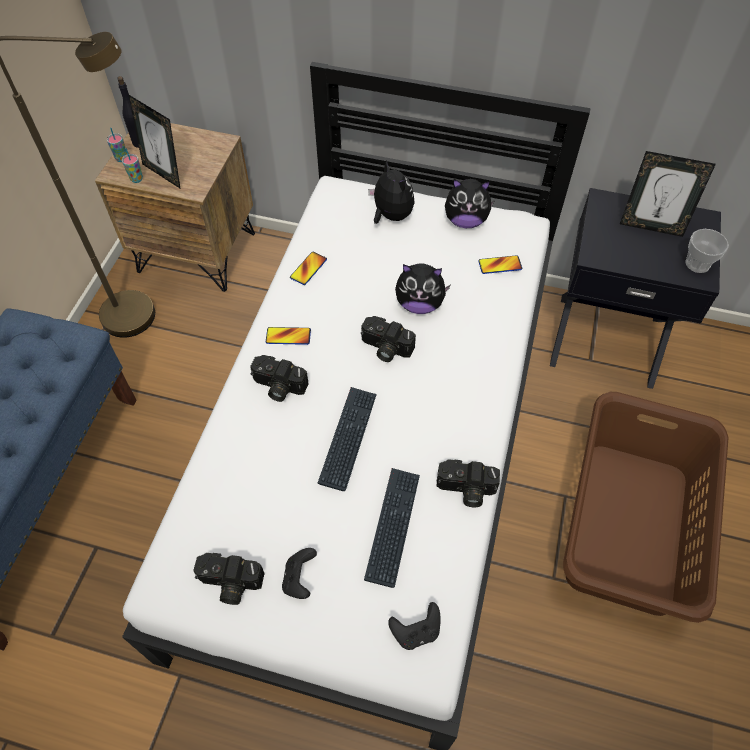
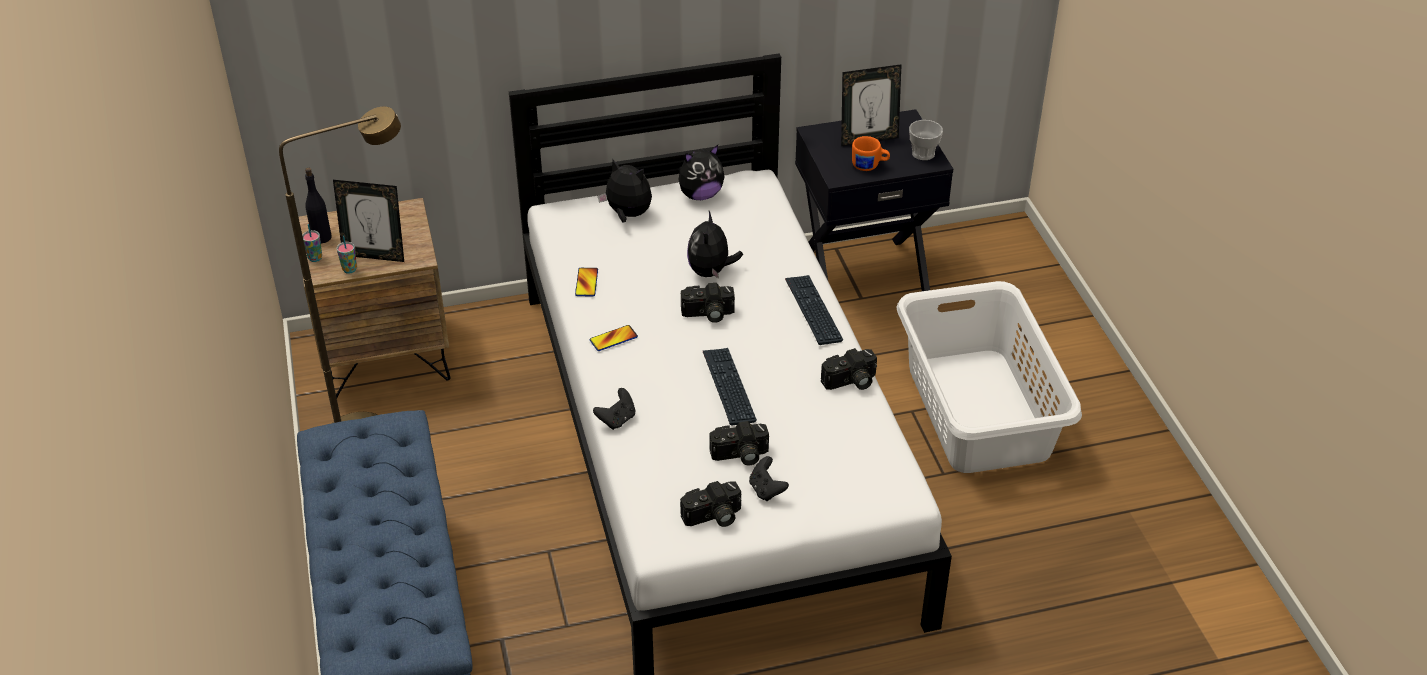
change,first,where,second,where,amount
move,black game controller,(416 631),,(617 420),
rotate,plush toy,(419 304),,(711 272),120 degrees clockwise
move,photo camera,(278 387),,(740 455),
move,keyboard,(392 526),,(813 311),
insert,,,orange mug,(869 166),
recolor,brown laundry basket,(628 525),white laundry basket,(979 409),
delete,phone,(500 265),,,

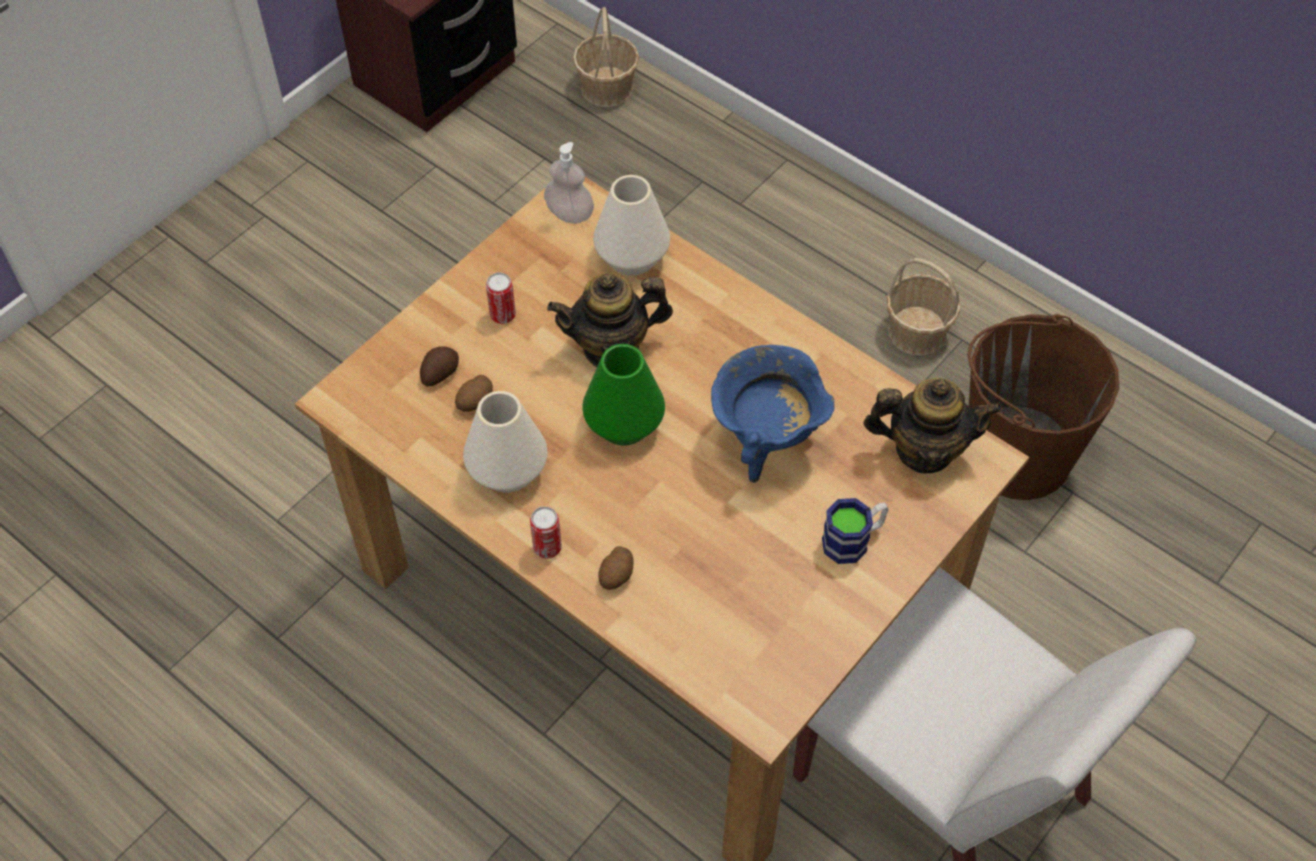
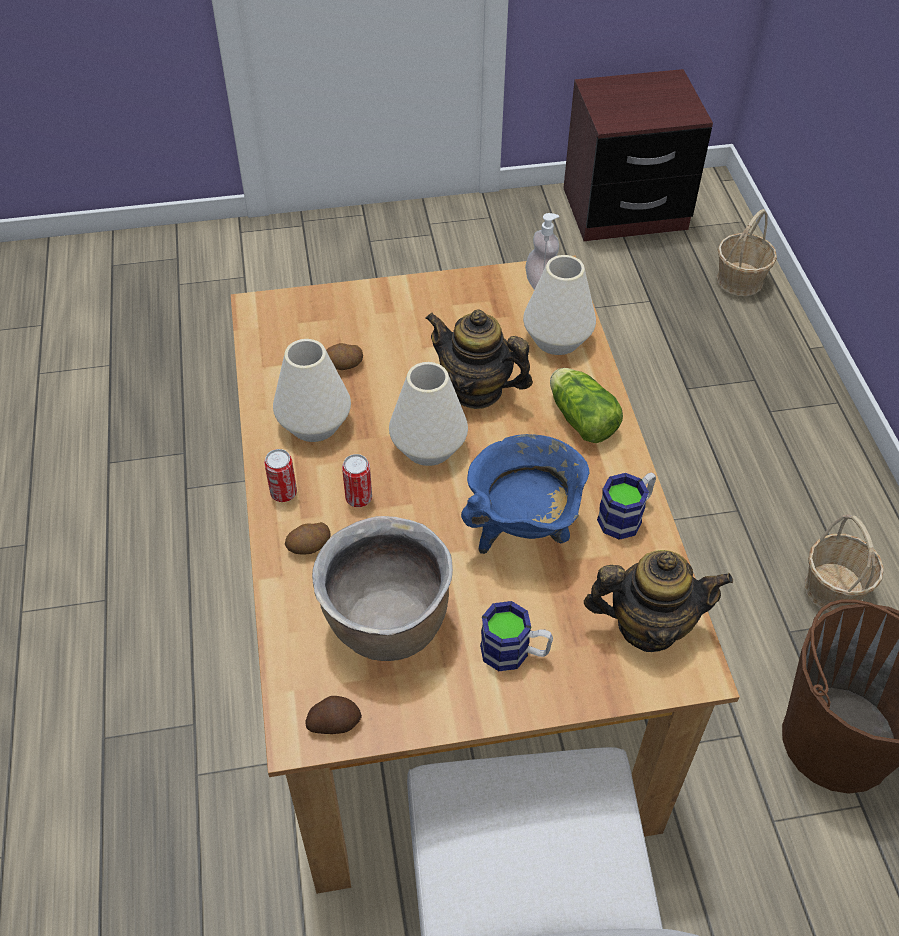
change,first,where,second,where,amount
move,potato,(439 373),,(334 722),
insert,,,brown cooking pot,(386 625),
move,can,(503 315),,(359 498),
recolor,green vase,(624 424),white vase,(428 447),
insert,,,lettuce,(580 417),
rotate,teapot,(924 449),,(648 625),45 degrees counterclockwise
insert,,,mug,(626 516),

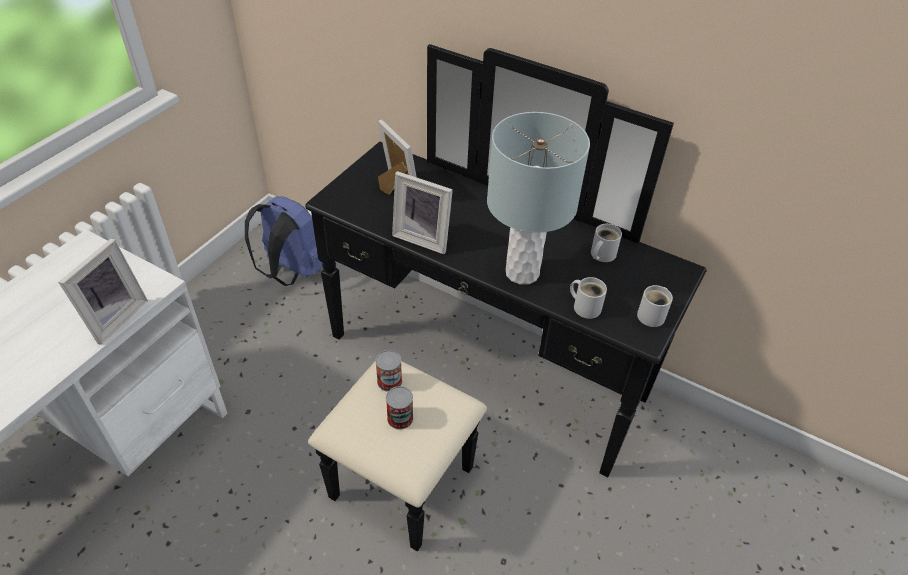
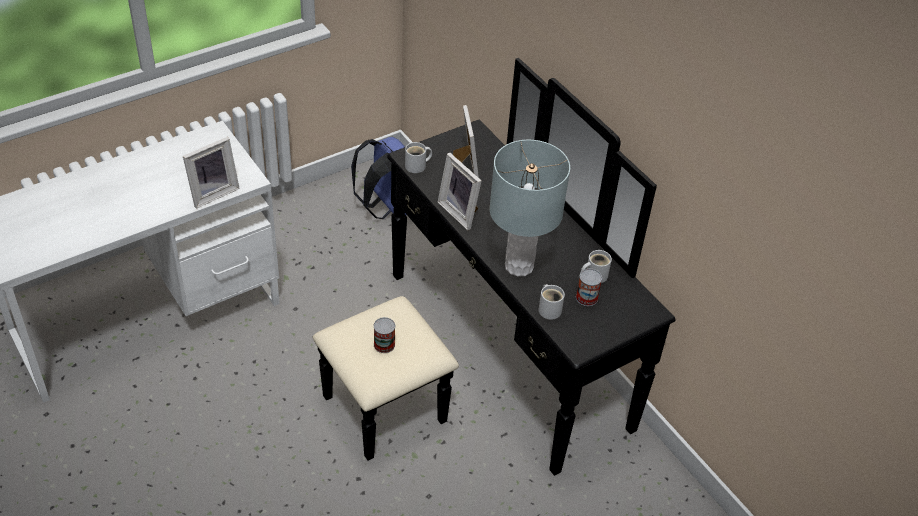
change,first,where,second,where,amount
move,white mug,(653 315),,(417 166),
move,can,(389 381),,(586 298),

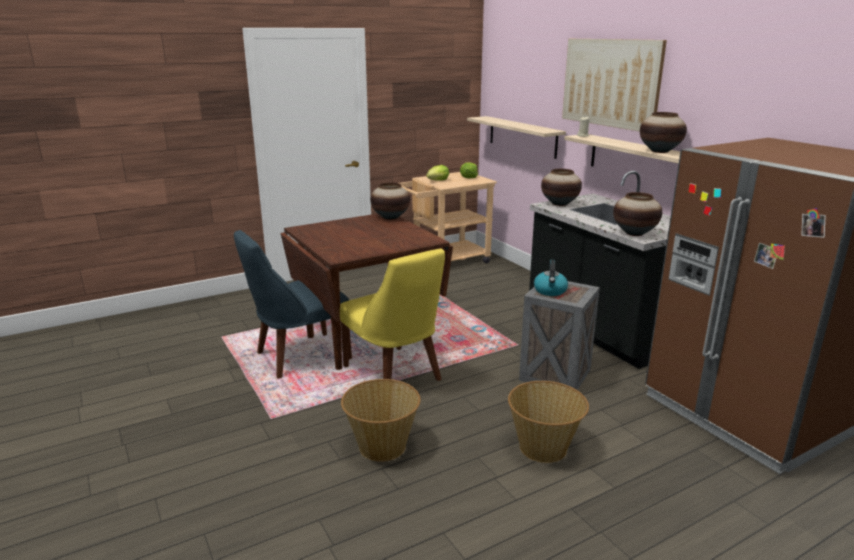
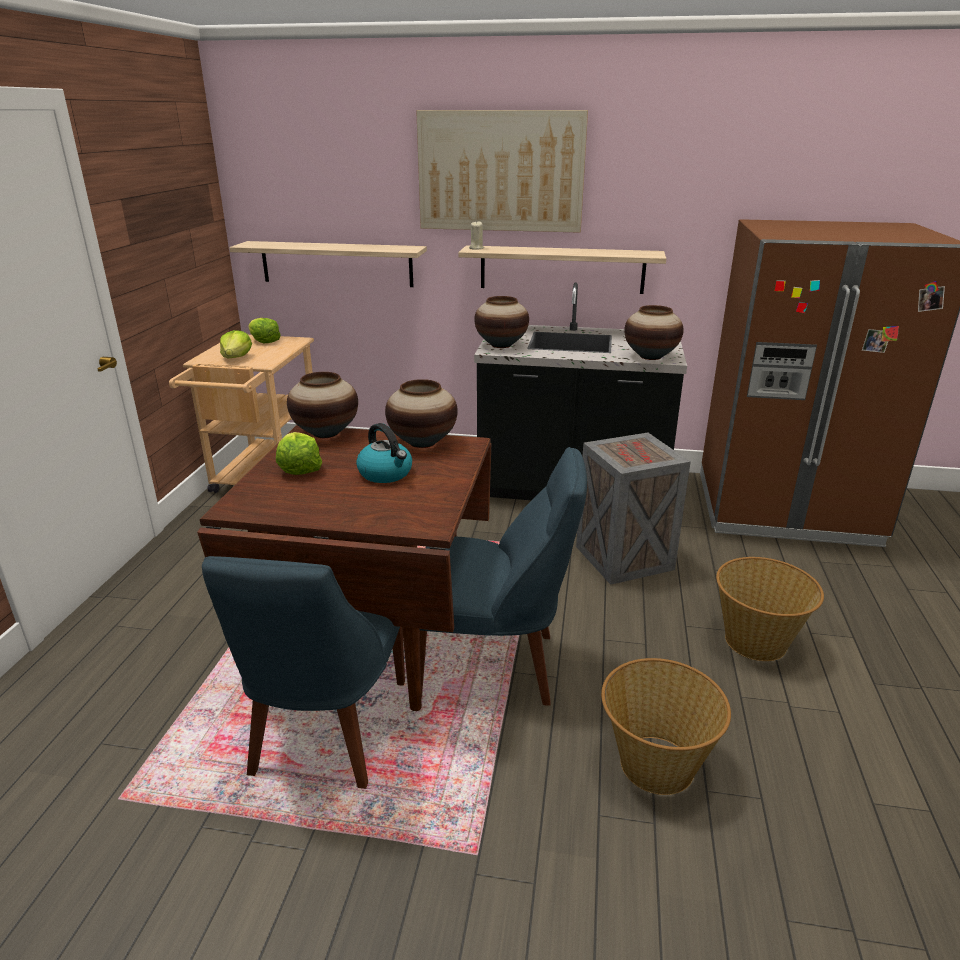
change,first,where,second,where,amount
insert,,,lettuce,(299 468),
move,kettle,(550 291),,(386 473),
move,vase,(659 151),,(422 443),
recolor,yellow chair,(394 375),blue chair,(494 665),

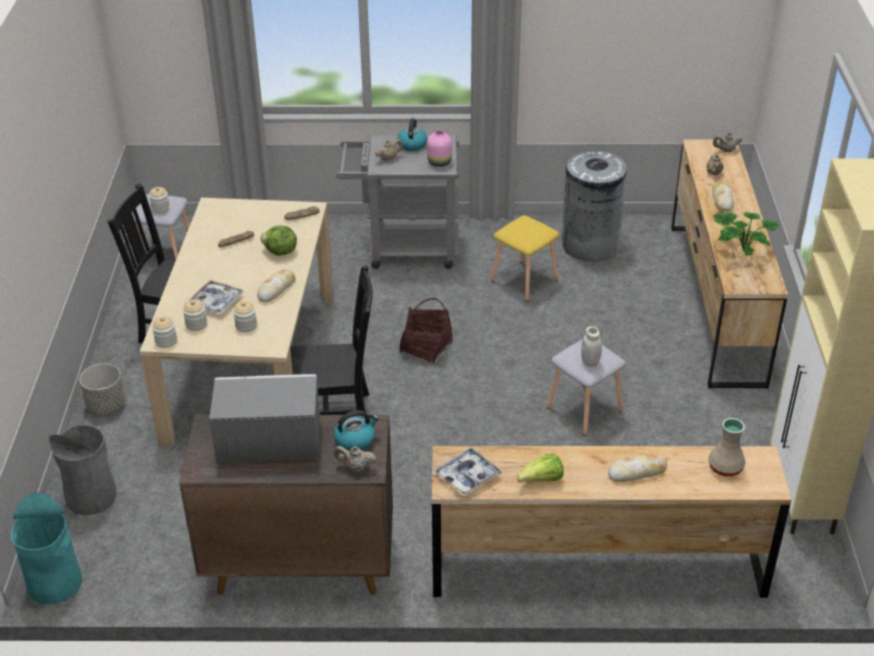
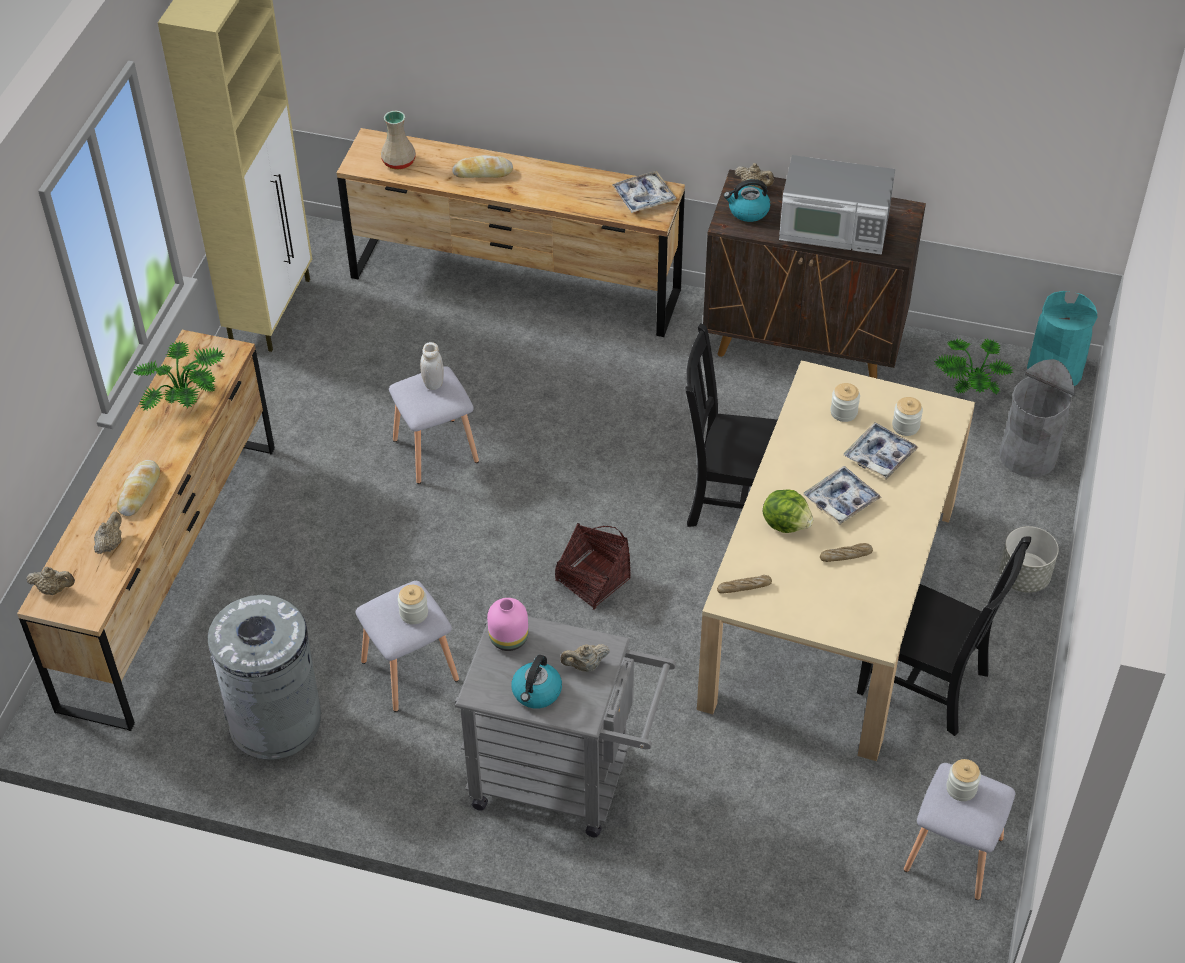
change,first,where,second,where,amount
recolor,yellow stool,(525 280),grey stool,(408 670),
move,jar,(166 341),,(414 613),
insert,,,tray,(841 500),
insert,,,potted plant,(968 388),
delete,bread,(276 289),,,
delete,lettuce,(542 480),,,

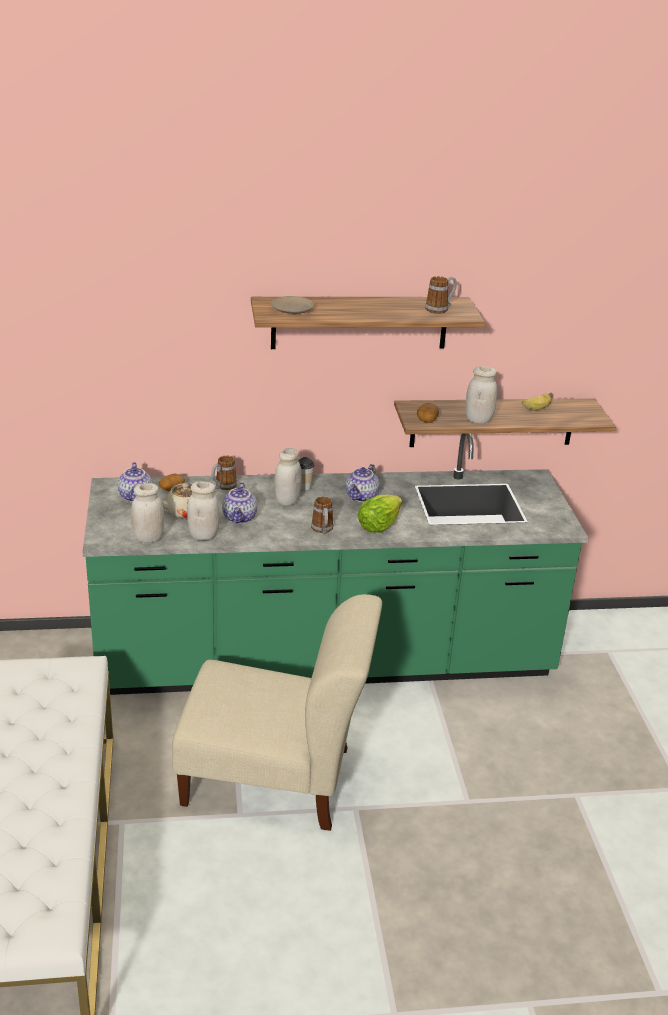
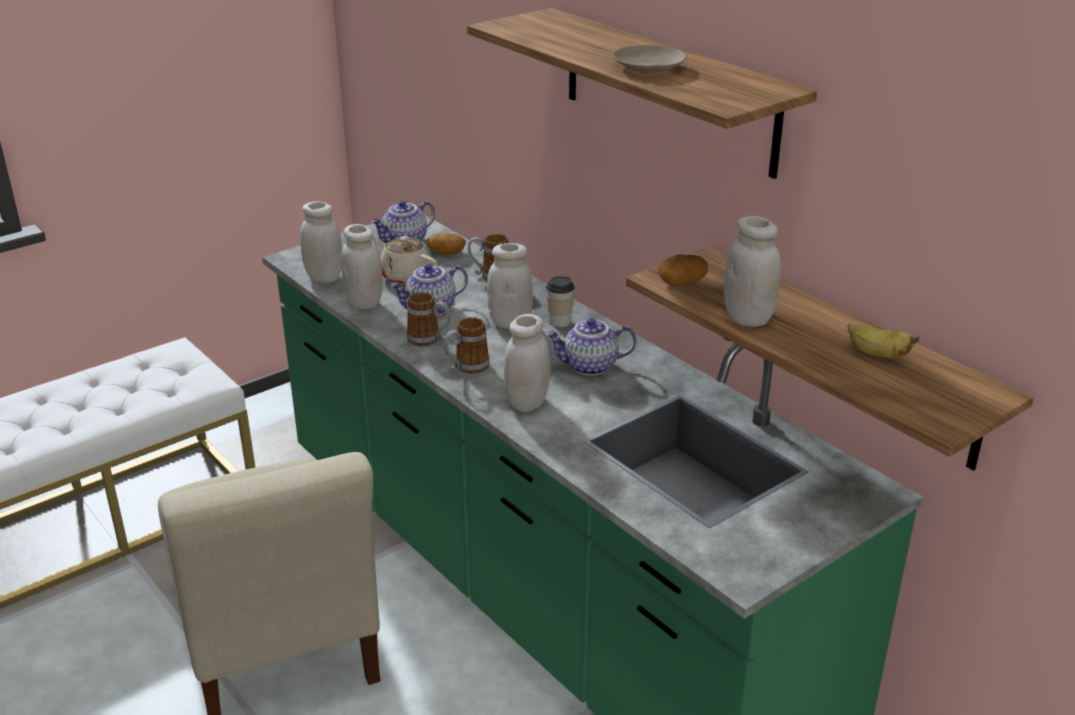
change,first,where,second,where,amount
move,mug,(440 309),,(429 340),
replace,lettuce,(378 526),white jar,(527 403),
move,beige plate,(292 310),,(649 67),

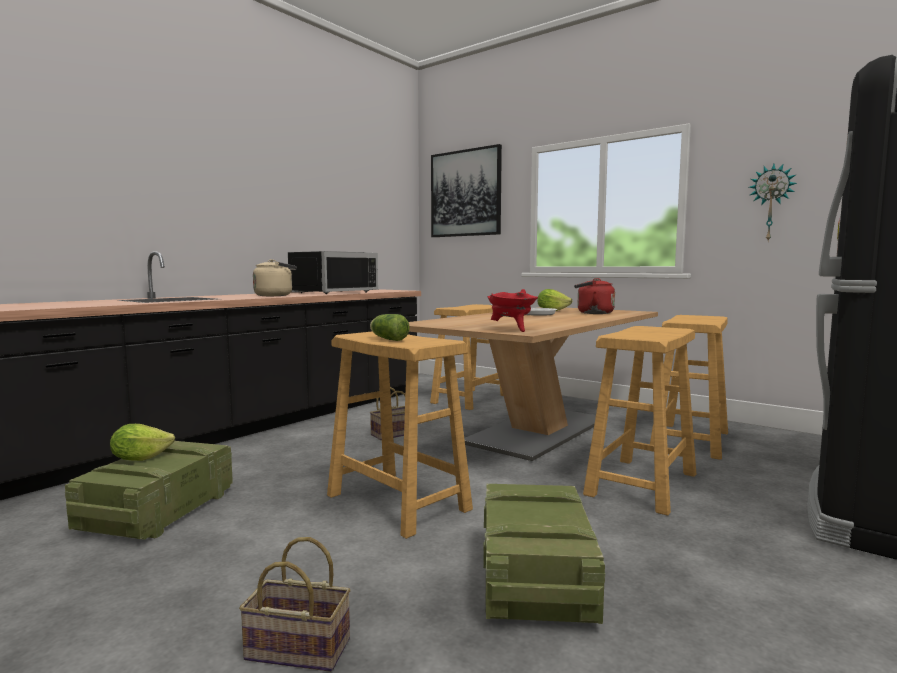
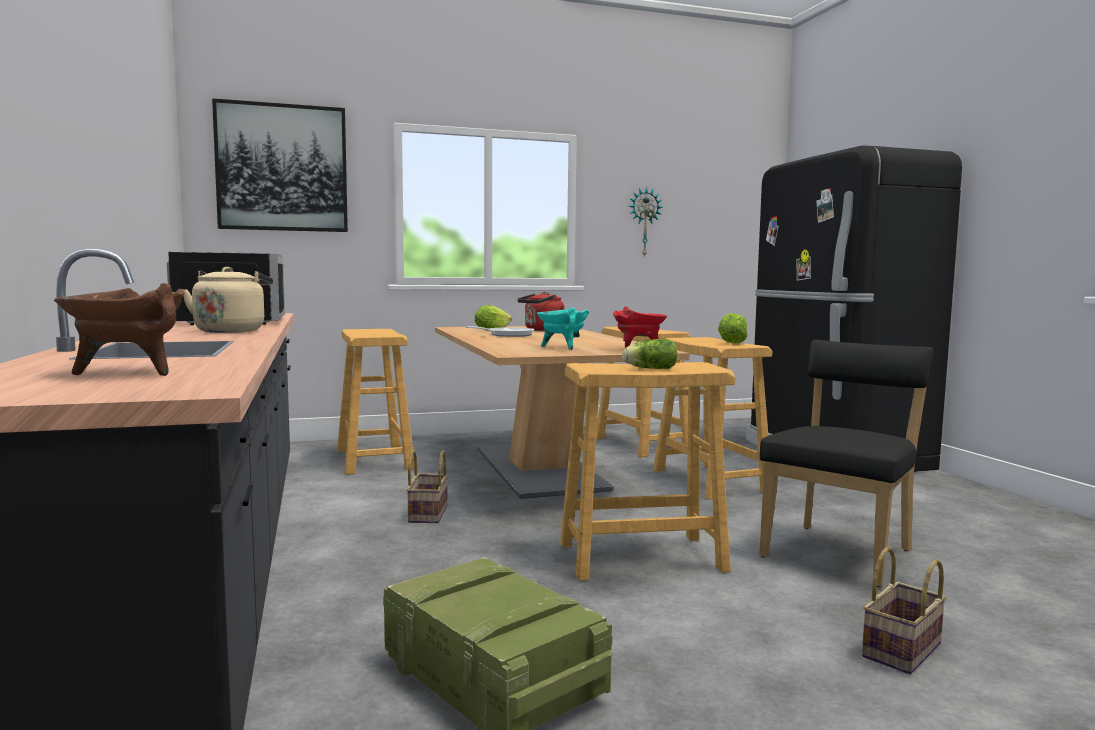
change,first,where,second,where,amount
insert,,,brown cooking pot,(129 372),
insert,,,turquoise cooking pot,(562 347),
move,lettuce,(140 458),,(731 343),
replace,crate,(536 579),black chair,(840 552),

